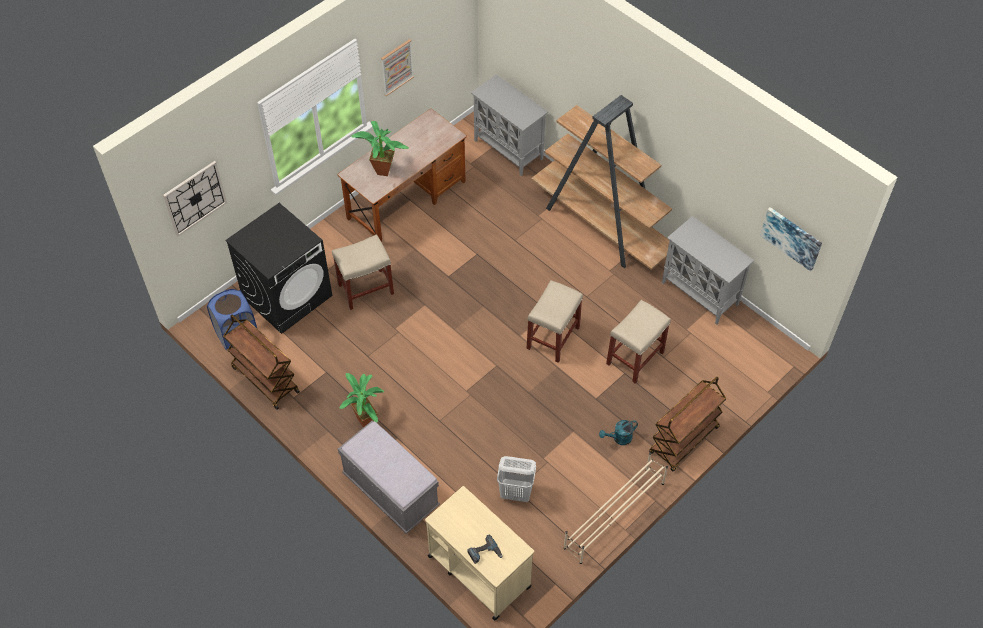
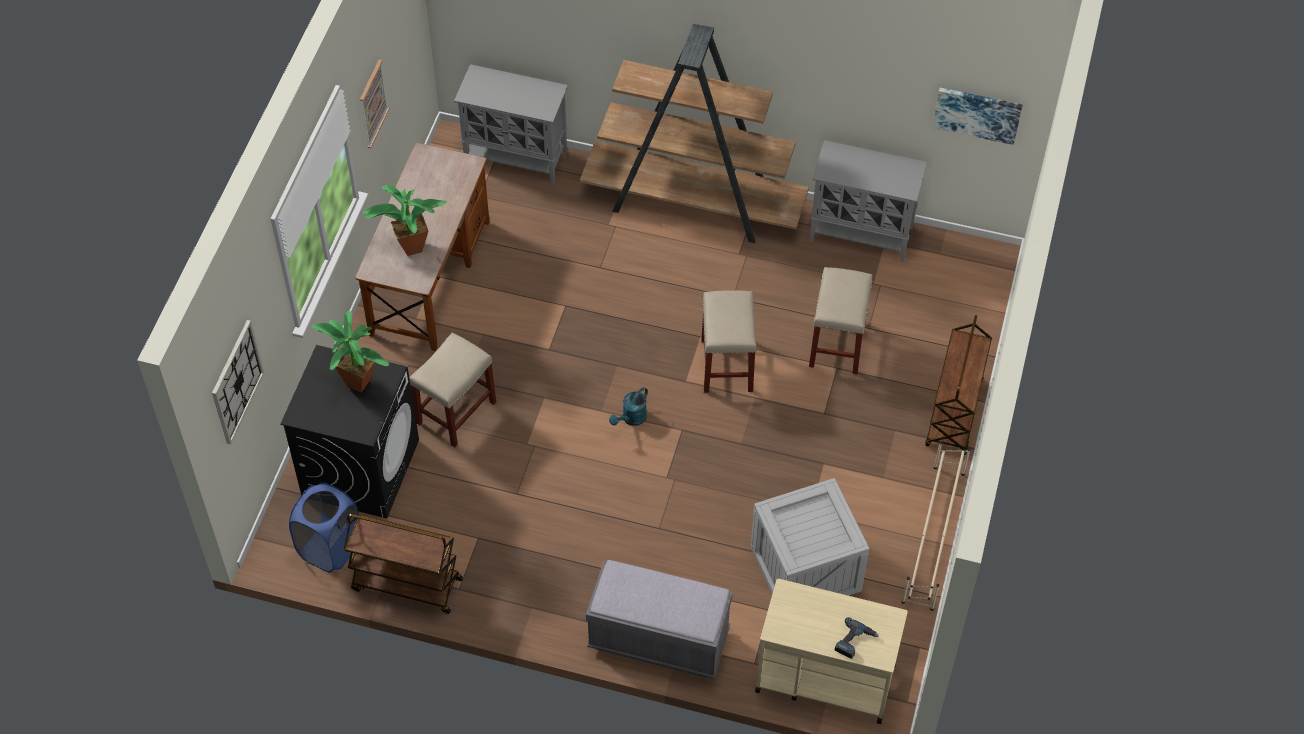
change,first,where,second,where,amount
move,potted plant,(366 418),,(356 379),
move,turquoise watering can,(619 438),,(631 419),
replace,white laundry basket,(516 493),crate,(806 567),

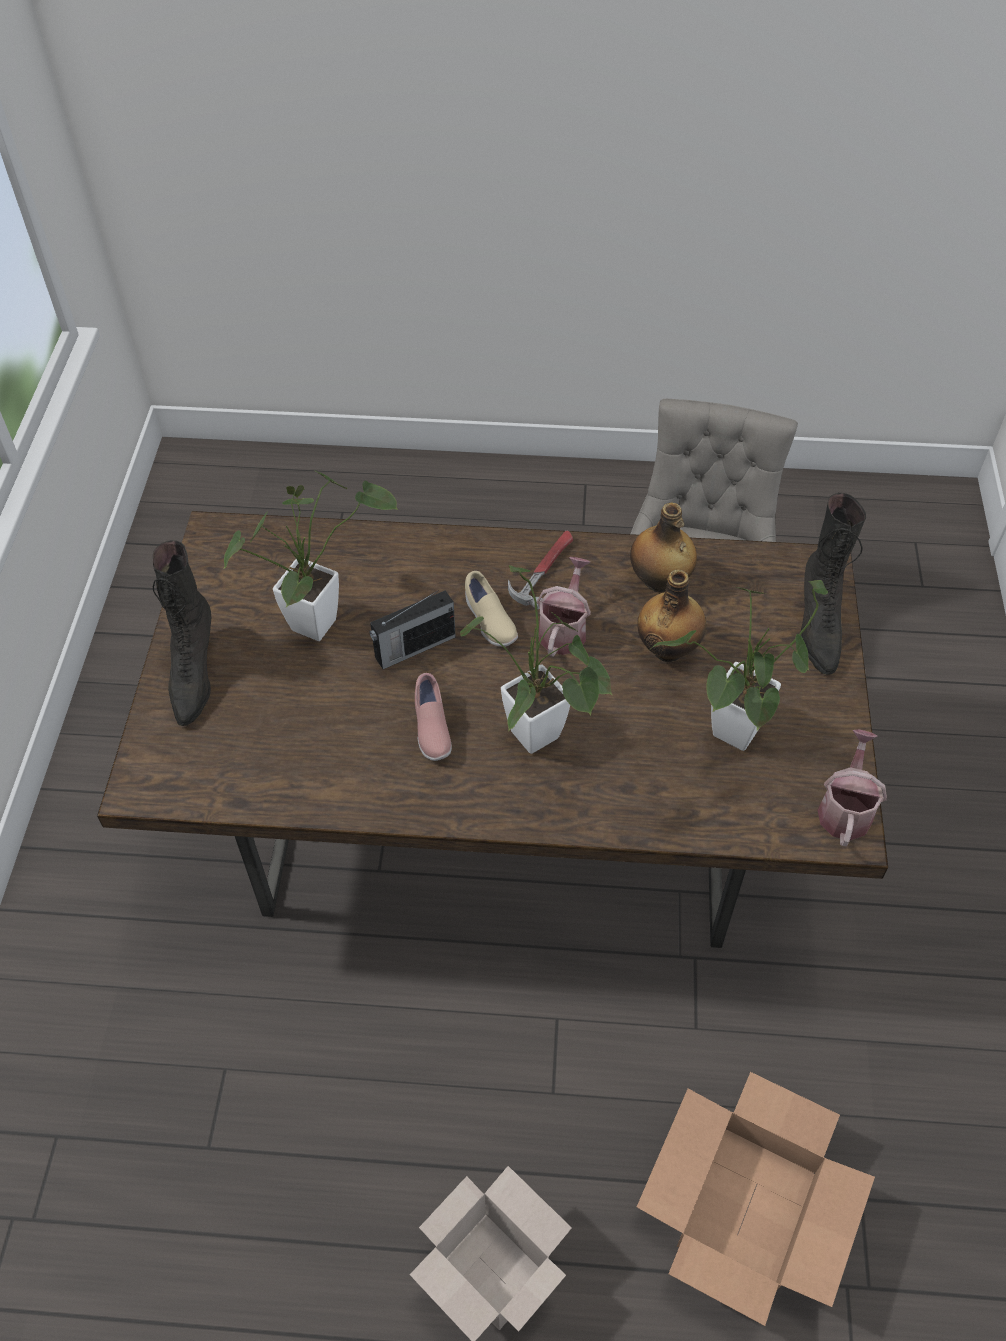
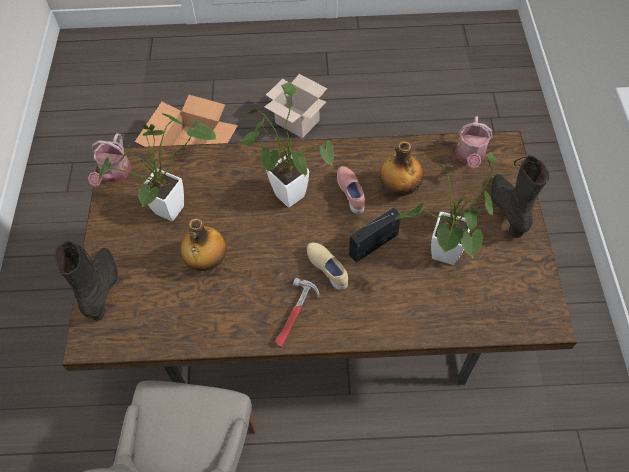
change,first,where,second,where,amount
move,bottle,(659 581),,(399 188),
move,watering can,(564 629),,(470 157),

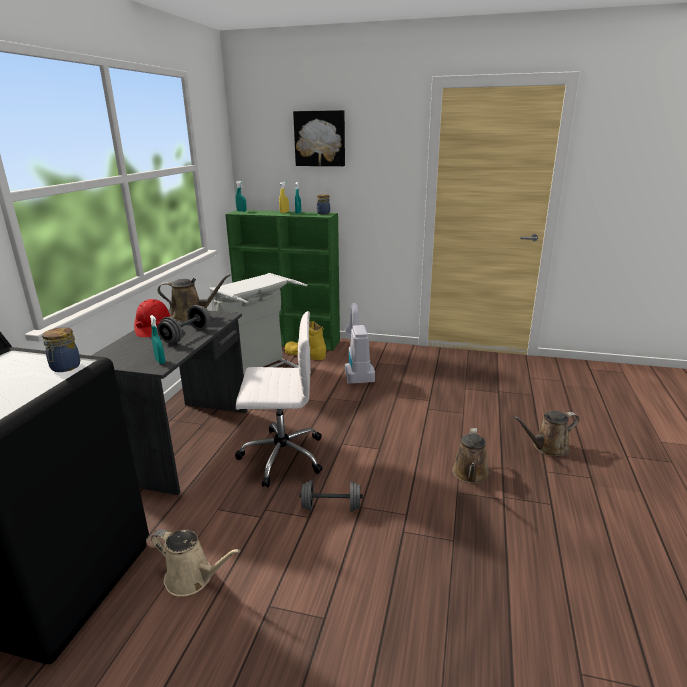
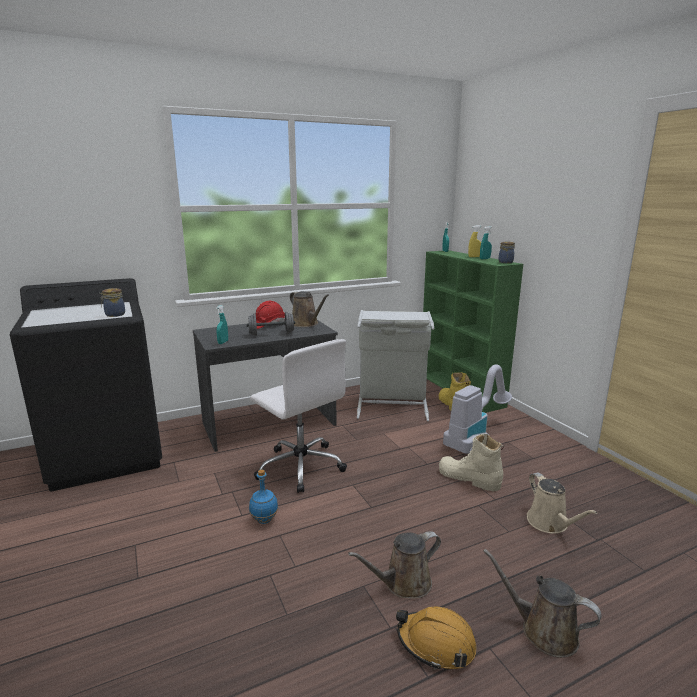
change,first,where,second,where,amount
replace,grey dumbbell,(331 507),blue bottle,(264 520),
insert,,,orange hard hat,(436 644),
insert,,,beige boot,(469 478),
move,beige watering can,(193 578),,(550 523),
delete,picture,(320 138),,,

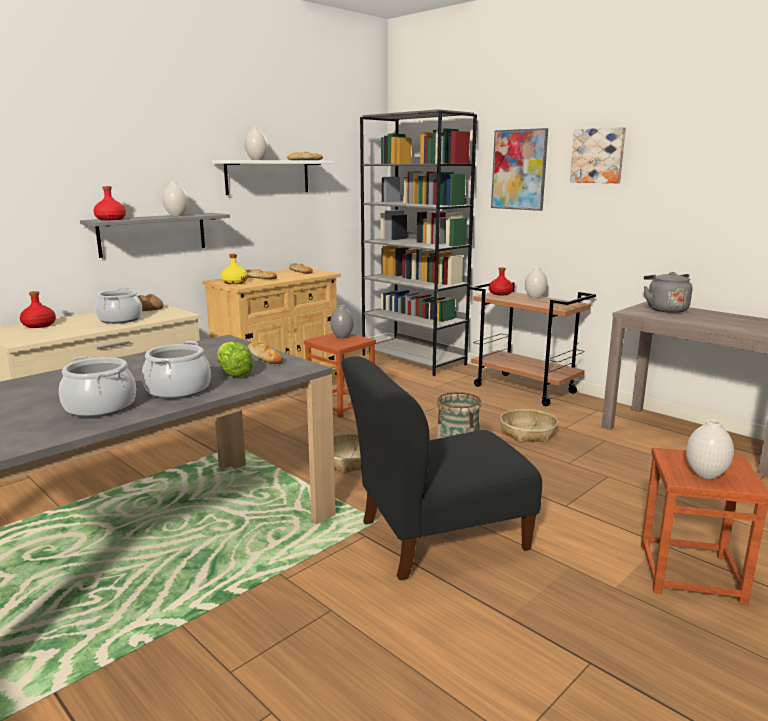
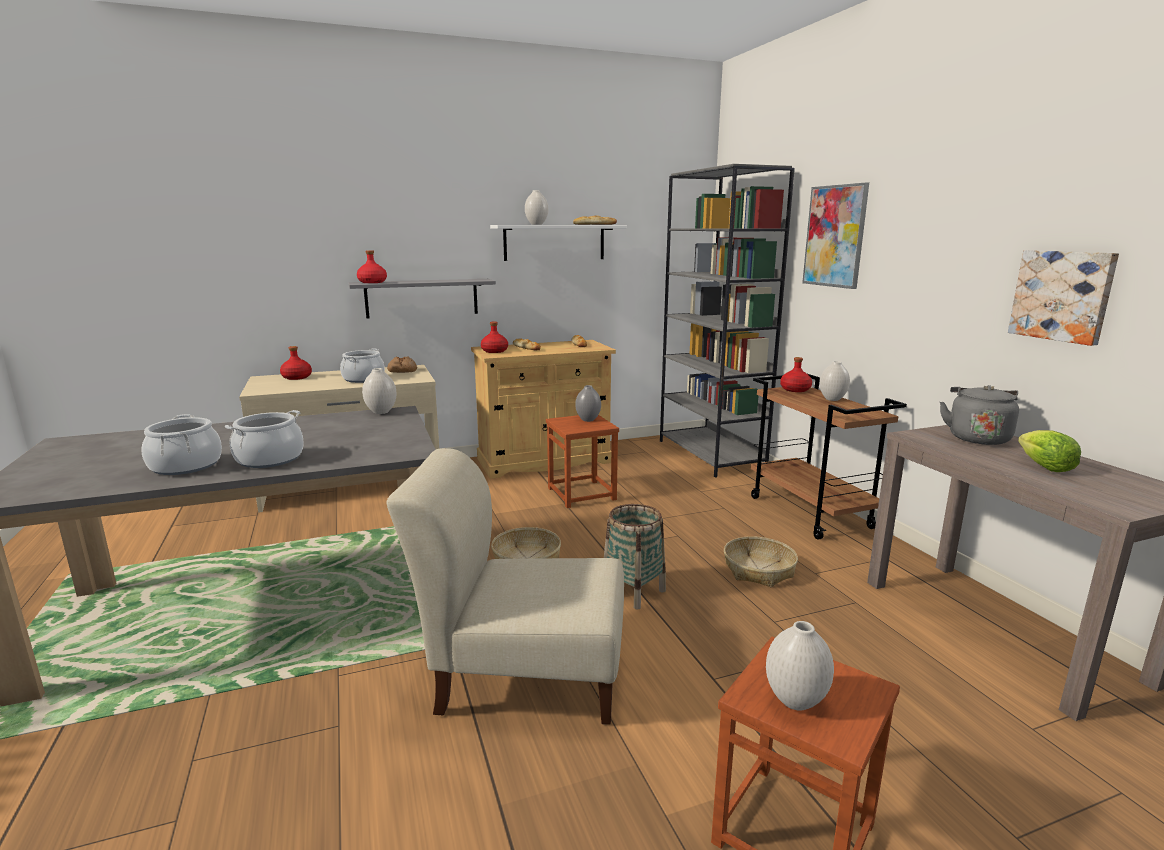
change,first,where,second,where,amount
move,white vase,(176 215),,(380 412),
recolor,black chair,(436 537),beige chair,(522 675),
recolor,yellow bottle,(234 282),red bottle,(494 351),
move,picture,(598 156),,(1062 295),
move,lettuce,(234 374),,(1044 467),
delete,bread,(264 357),,,

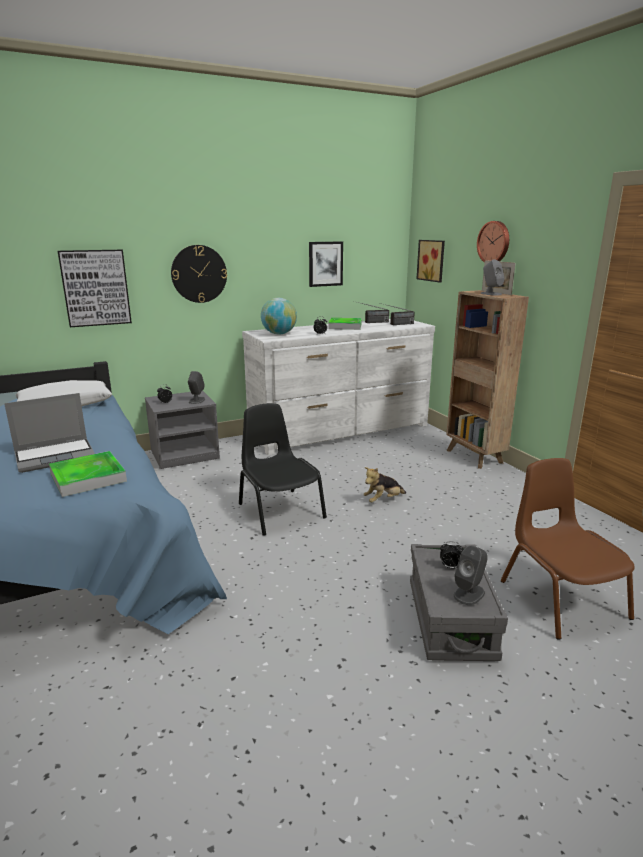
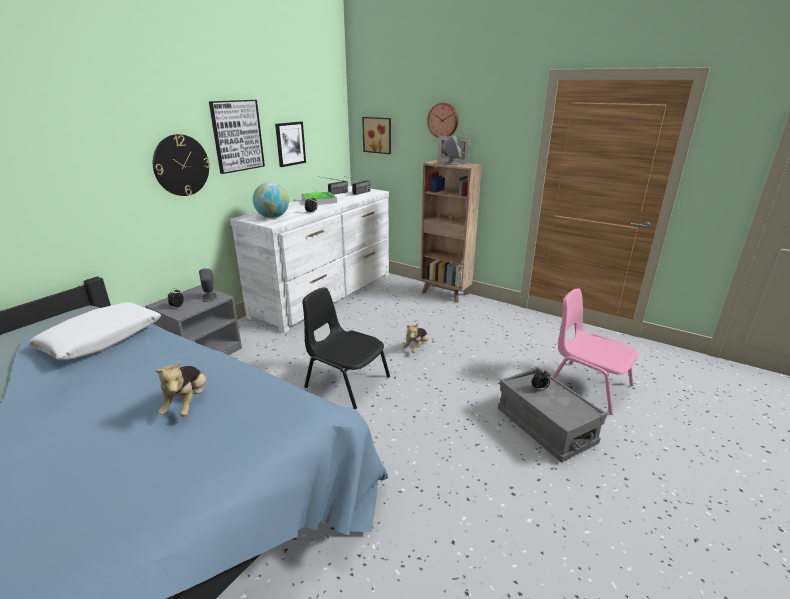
change,first,where,second,where,amount
replace,laptop,(56 456),plush toy,(187 403),
move,picture,(95 288),,(237 136),
recolor,brown chair,(561 598),pink chair,(588 385),
delete,tray,(88 477),,,
delete,grey speaker,(469 593),,,

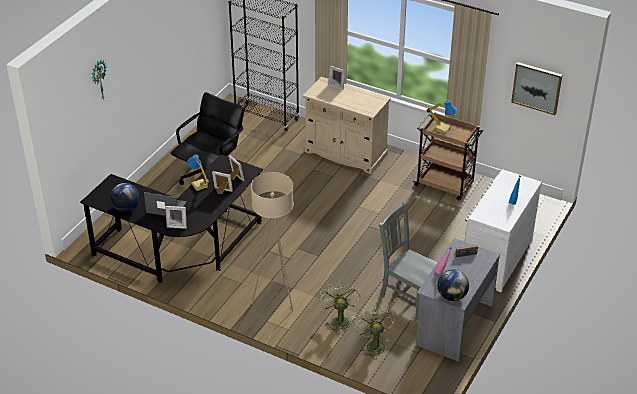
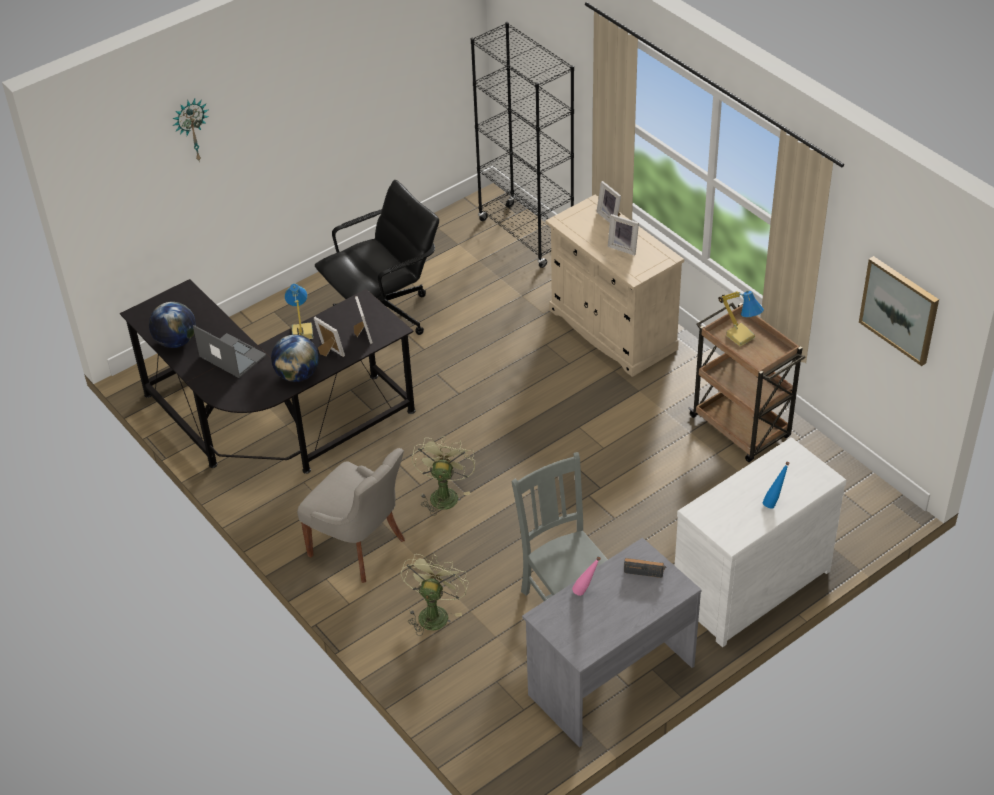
change,first,where,second,where,amount
move,globe,(452 296),,(297 375),
replace,beige floor lamp,(275 299),grey chair,(359 547),
move,green fan,(373 344),,(444 494),
move,picture frame,(177 225),,(624 247),

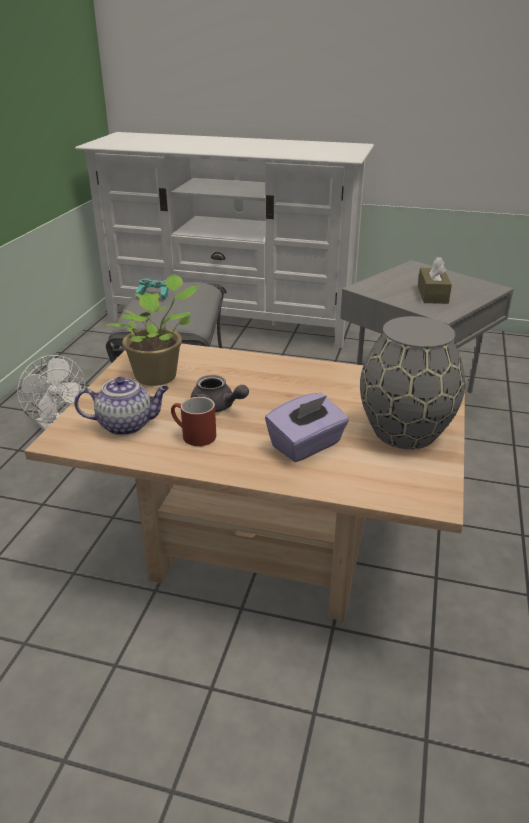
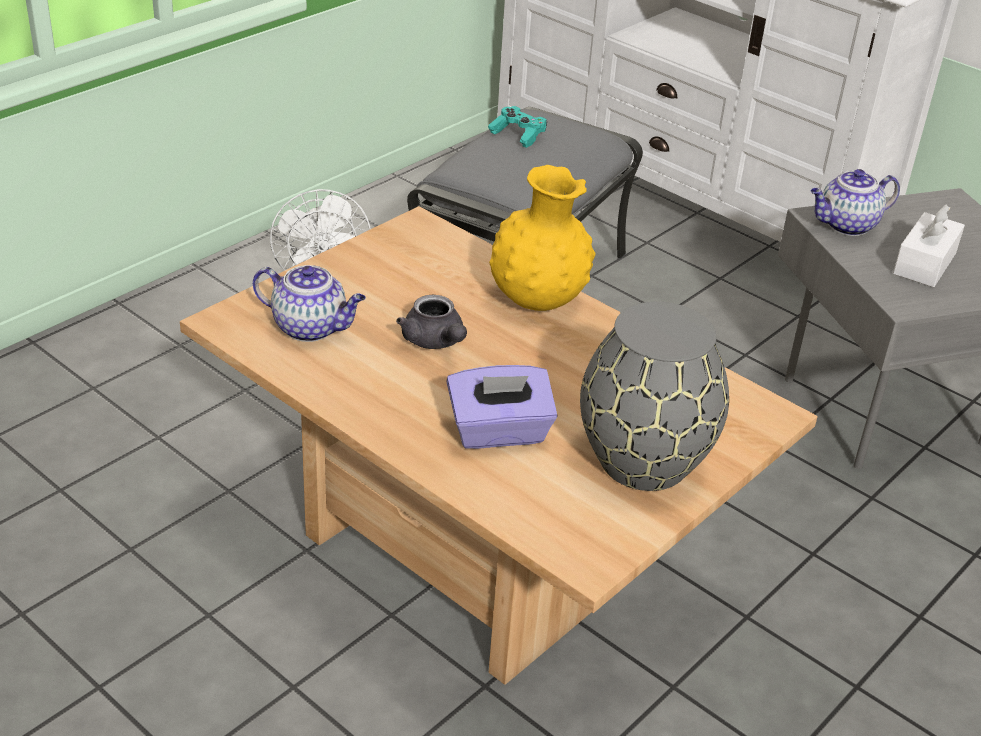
change,first,where,second,where,amount
insert,,,yellow vase,(538 301),
insert,,,teapot,(846 225),
recolor,brown tissue box,(432 294),white tissue box,(924 263),
delete,potted plant,(159 376),,,
delete,red mug,(193 436),,,

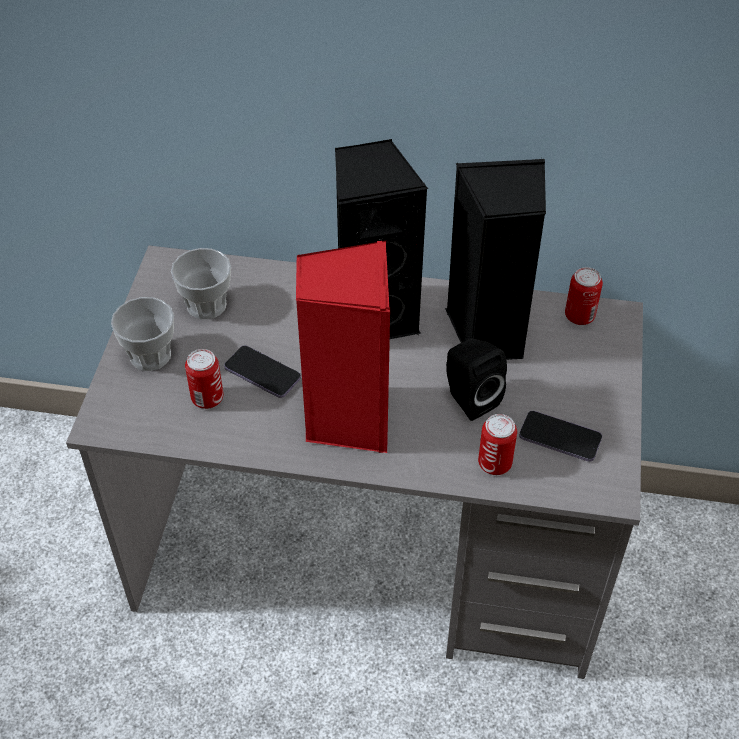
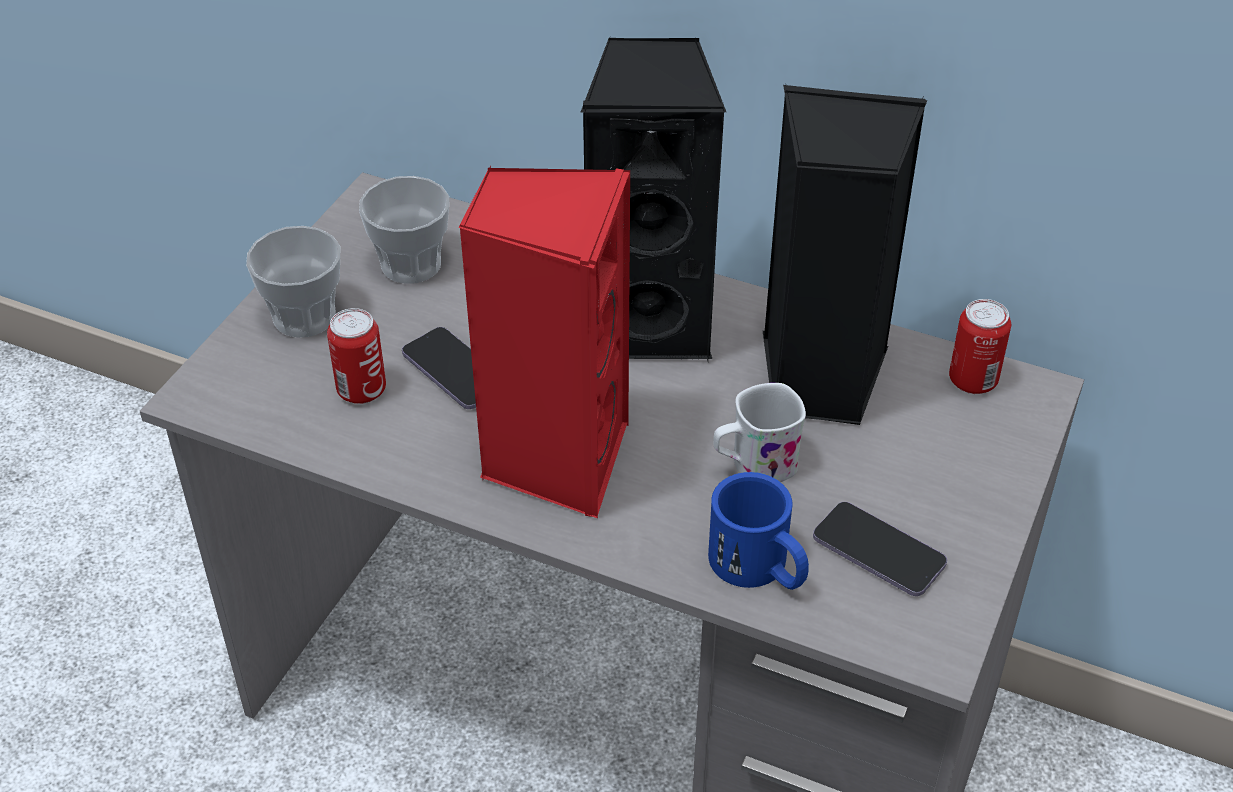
change,first,where,second,where,amount
replace,can,(494 463),blue mug,(760 568),
replace,black speaker,(469 398),white mug,(753 466),

